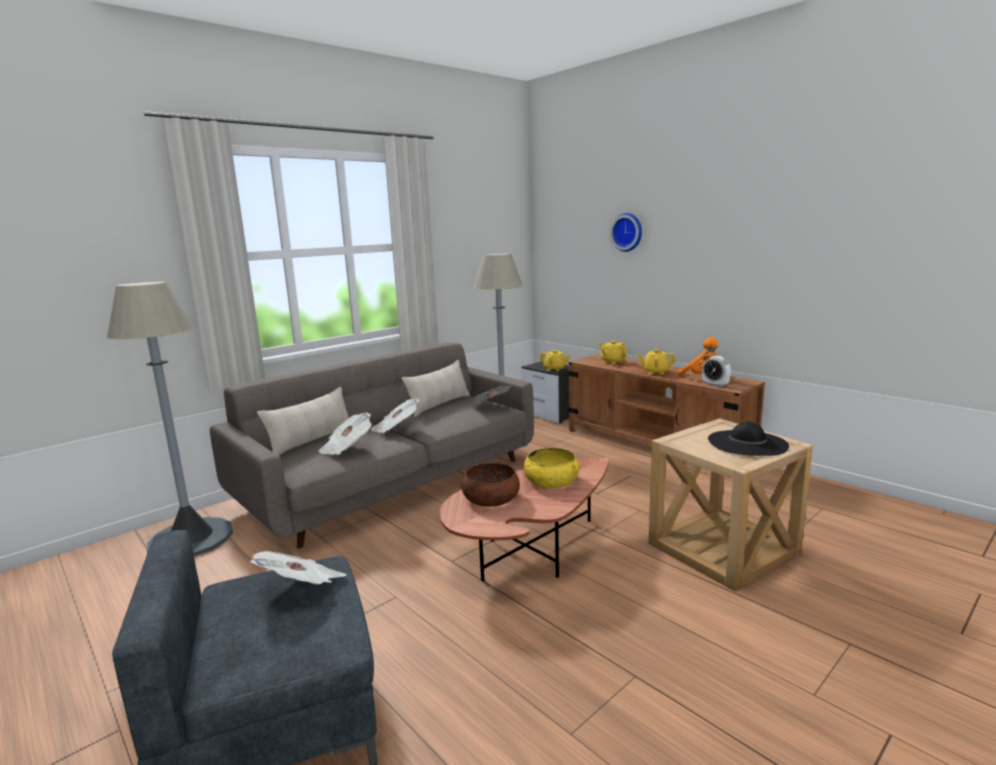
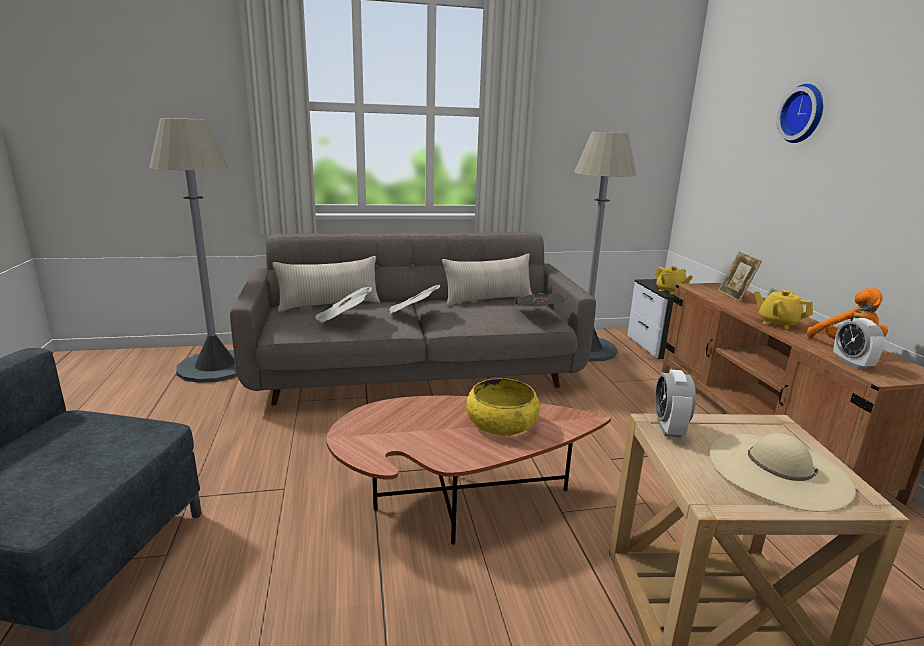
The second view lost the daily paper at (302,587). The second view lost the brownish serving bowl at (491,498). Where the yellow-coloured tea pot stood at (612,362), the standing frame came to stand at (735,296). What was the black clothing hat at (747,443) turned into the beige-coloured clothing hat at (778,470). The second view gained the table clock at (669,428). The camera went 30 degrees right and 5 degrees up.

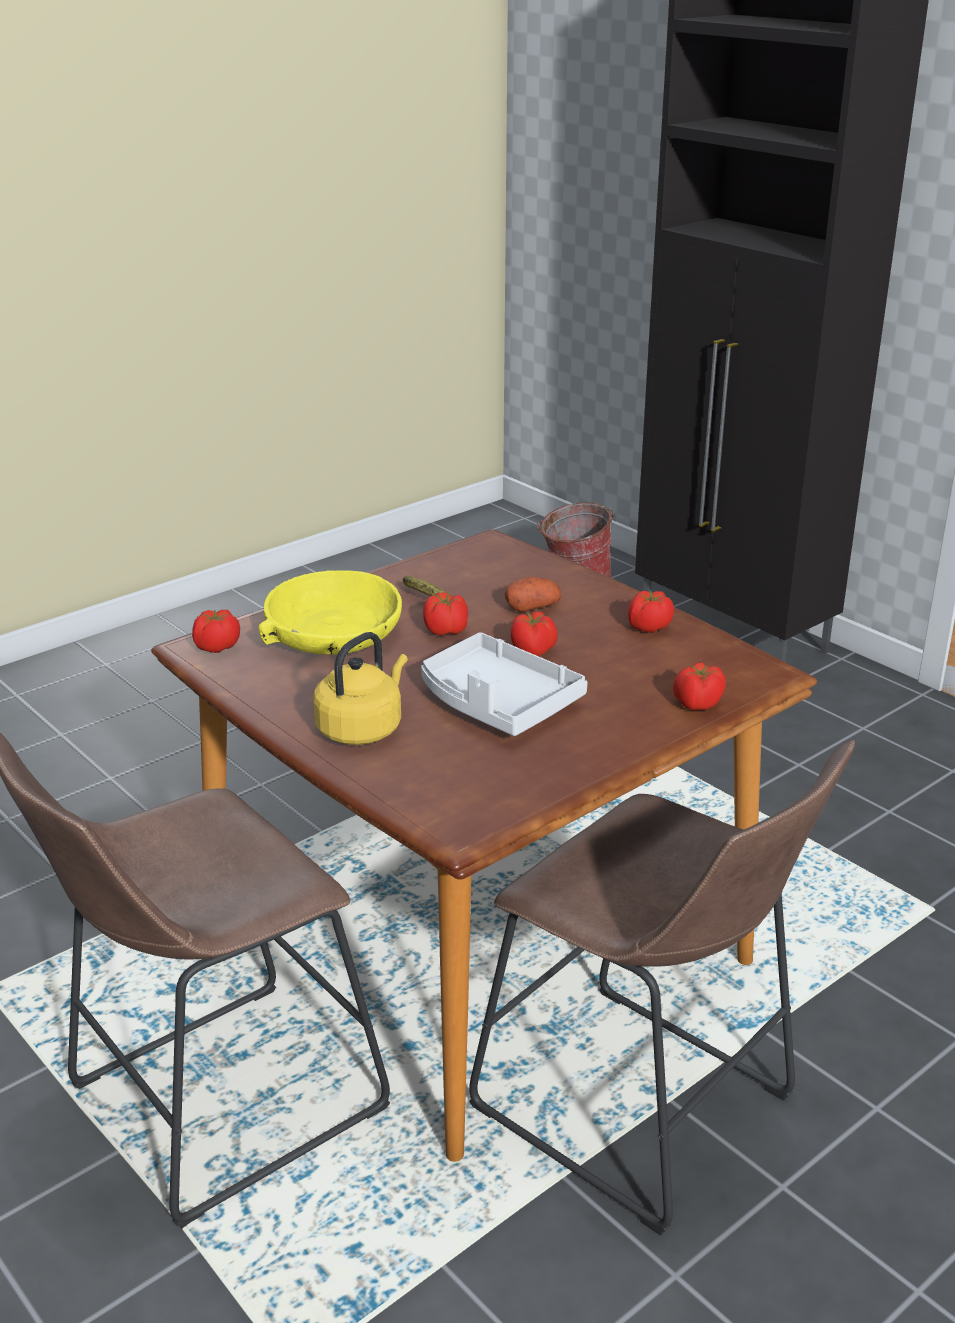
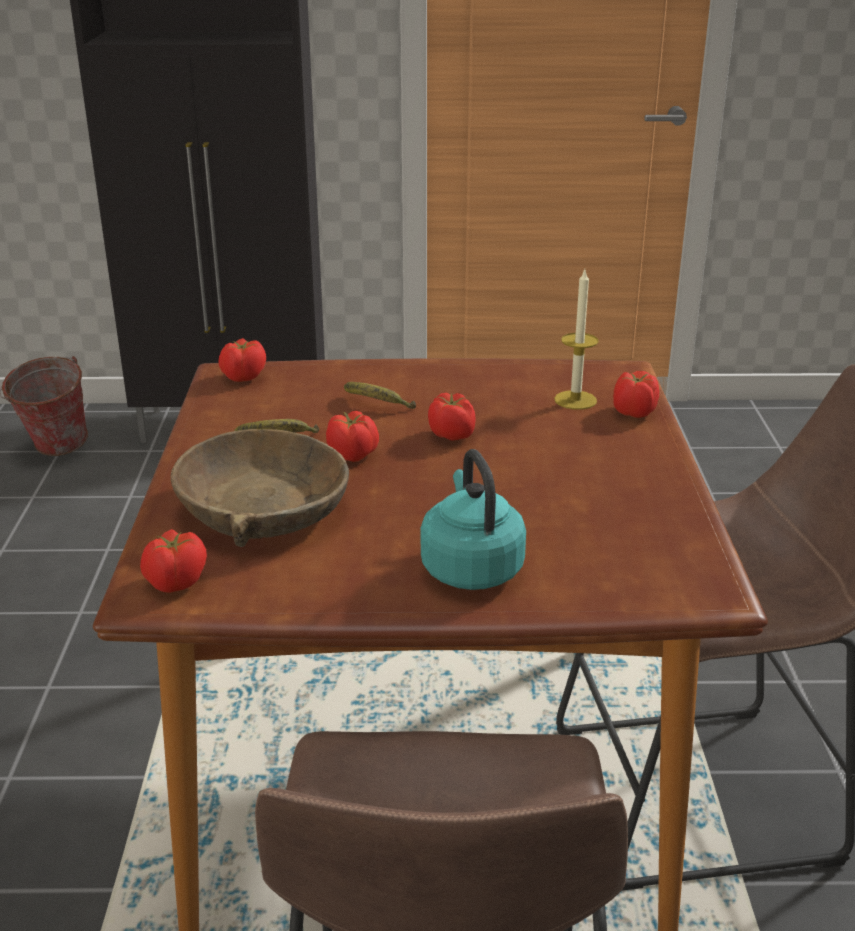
What was the yellow-coloured serving bowl at (333,634) turned into the brownish serving bowl at (263,509). What was the yellow-coloured water kettle at (362,728) turned into the blue-green water kettle at (470,567). The second view lost the gray tray at (497,703). Where the potato stood at (533,607), the banana fruit came to stand at (376,405). The tomato ended up elsewhere, having gone from (649,628) to (243,377). The second view gained the wax candle at (575,400). The camera went 50 degrees left and 0 degrees up.

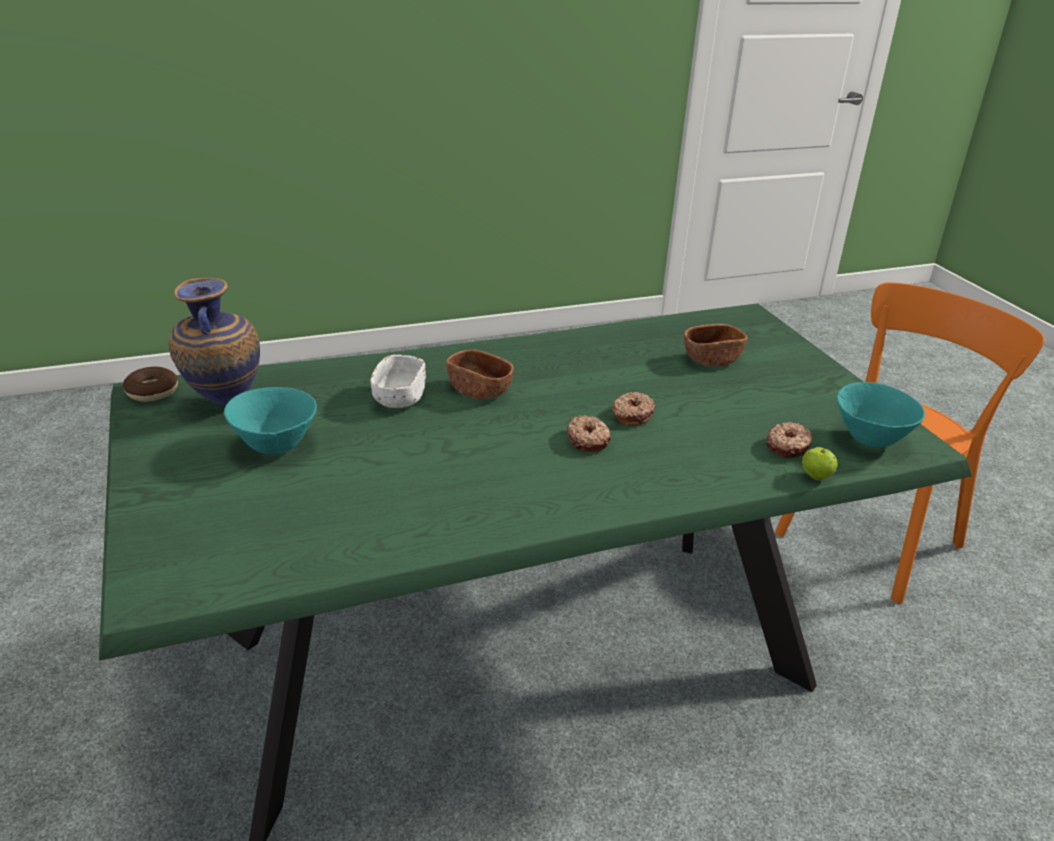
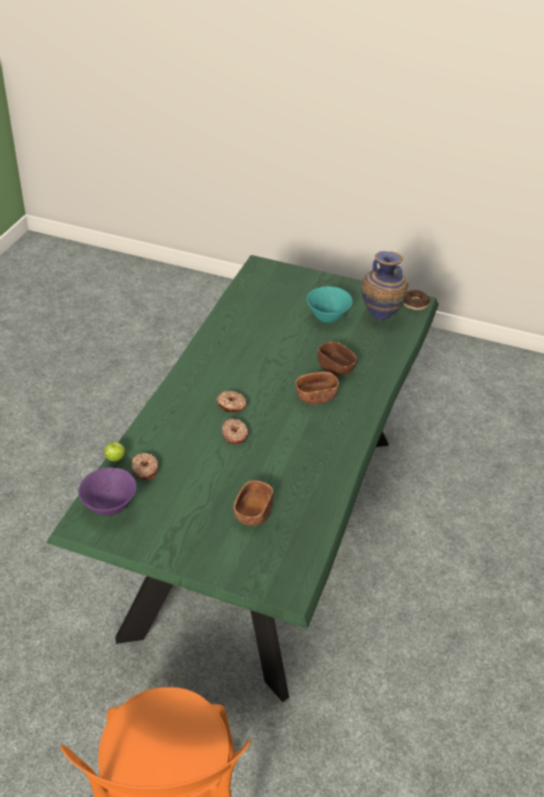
What was the white-coloured serving bowl at (399,398) turned into the brownish serving bowl at (336,368). What was the blue-green serving bowl at (871,440) turned into the purple-coloured serving bowl at (109,508). The camera went 130 degrees right and 10 degrees up.

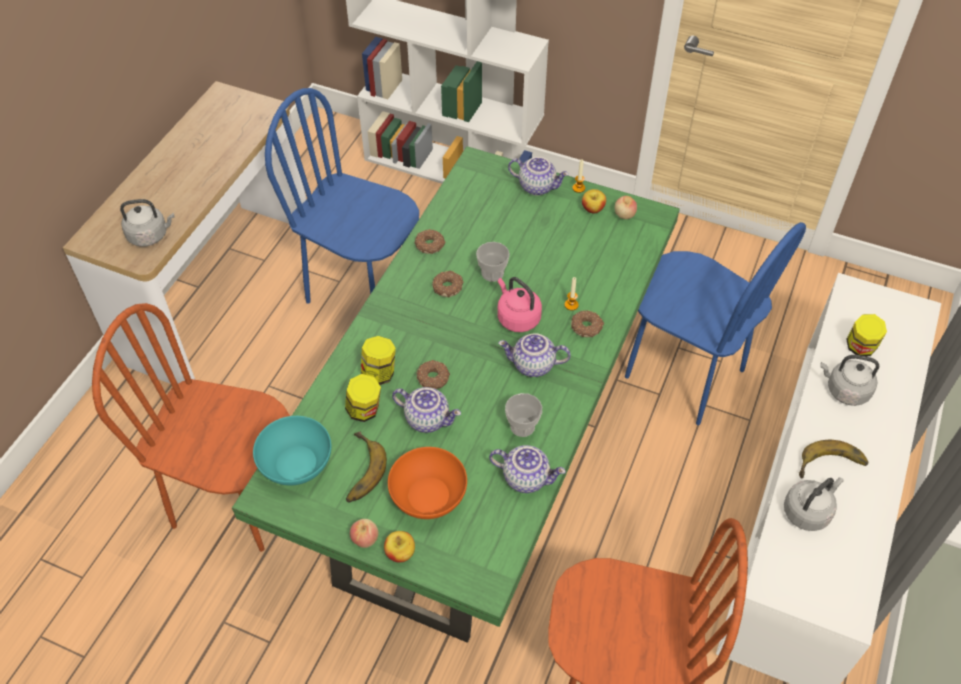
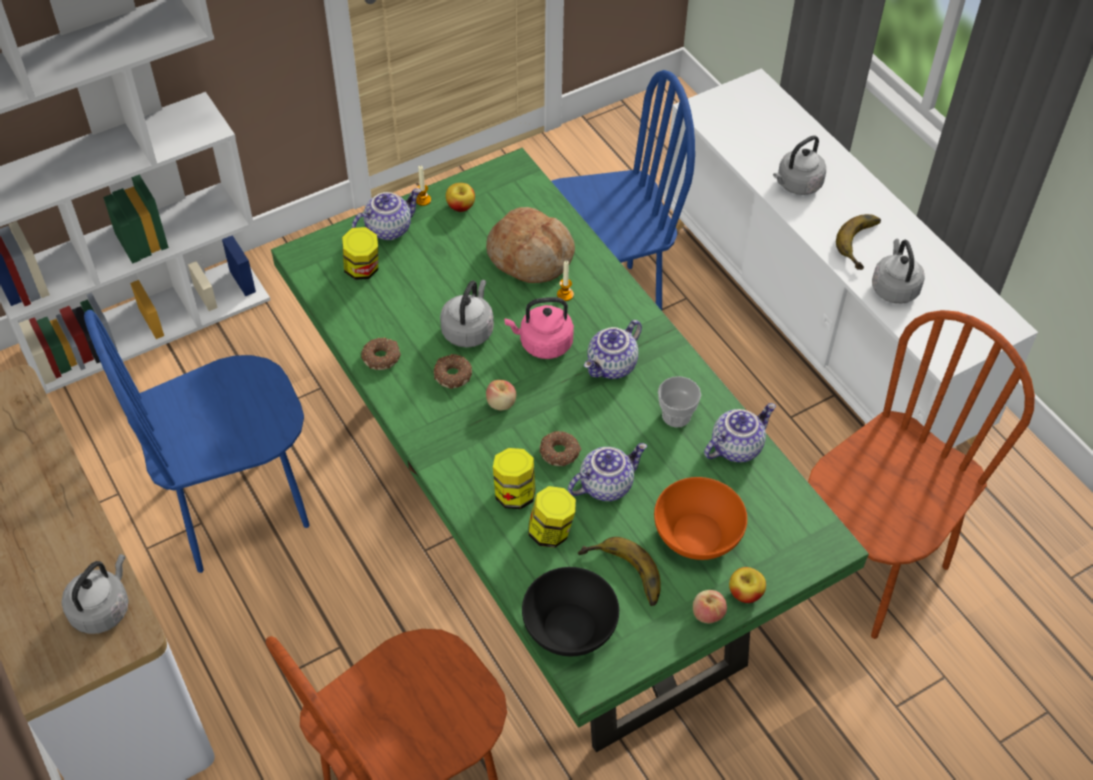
What was the blue-green serving bowl at (296,463) turned into the black serving bowl at (569,627). Where the cup stood at (492,273), the gray water kettle came to stand at (468,330). The second view lost the donut at (587,327). The apple ended up elsewhere, having gone from (624,215) to (501,403). The preserve jar ended up elsewhere, having gone from (860,348) to (362,270). The second view gained the bakery bread at (530,256). The camera went 55 degrees left and 0 degrees up.

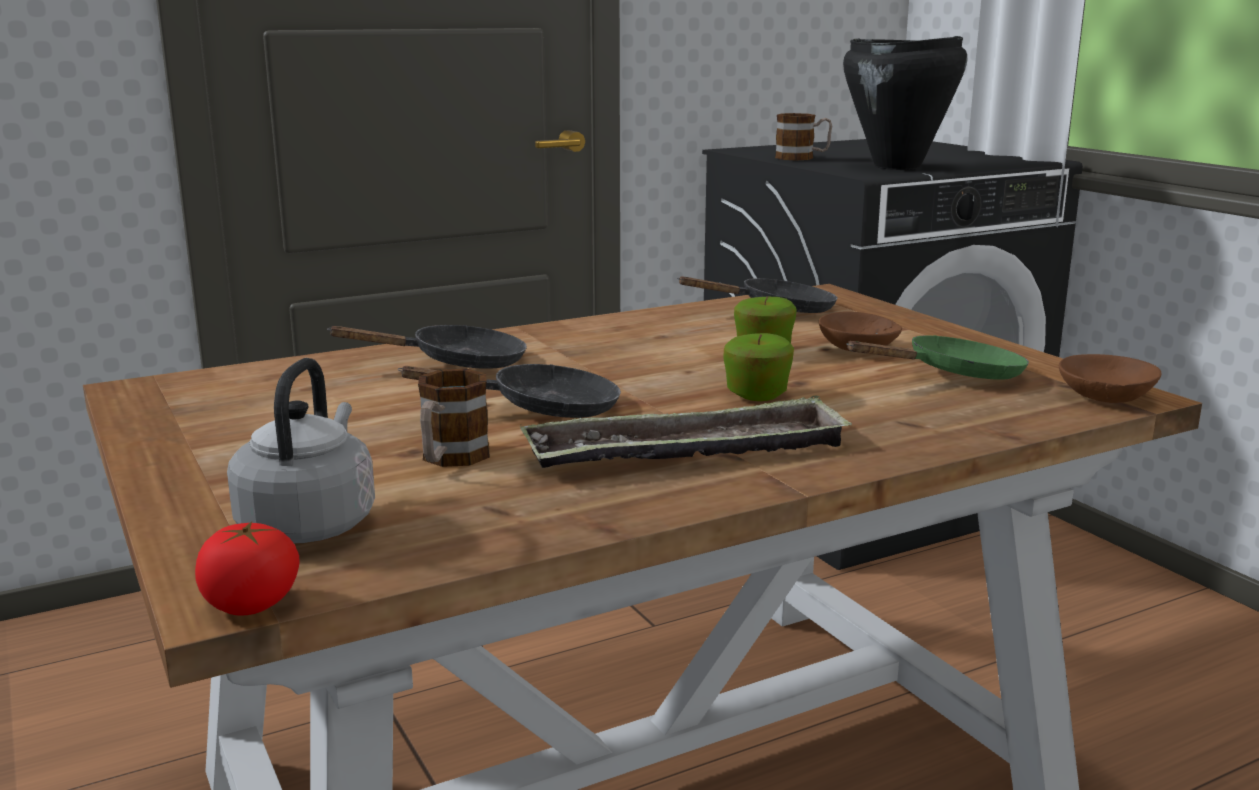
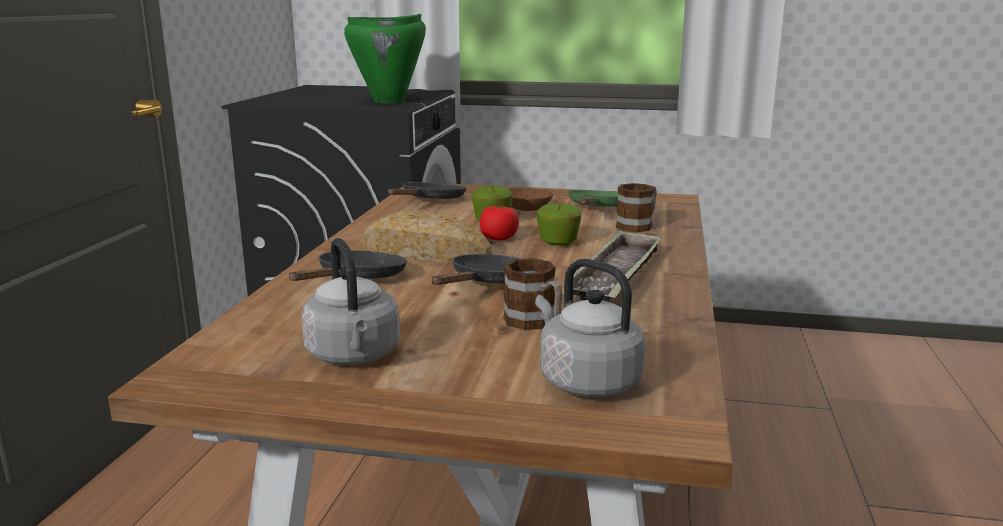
The tomato ended up elsewhere, having gone from (251,604) to (498,238). The coffee mug ended up elsewhere, having gone from (802,158) to (638,225). What was the black stockpot at (897,167) turned into the green-coloured stockpot at (389,101). The second view lost the brownish serving bowl at (1105,395). The second view gained the gray water kettle at (354,356). The second view gained the bakery bread at (425,253). The camera went 50 degrees left and 0 degrees up.

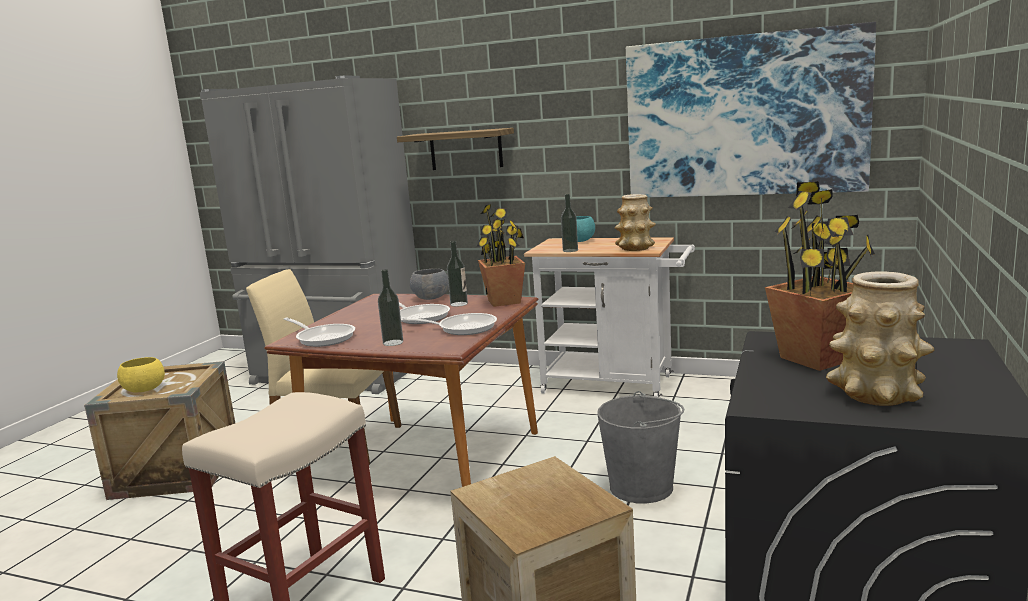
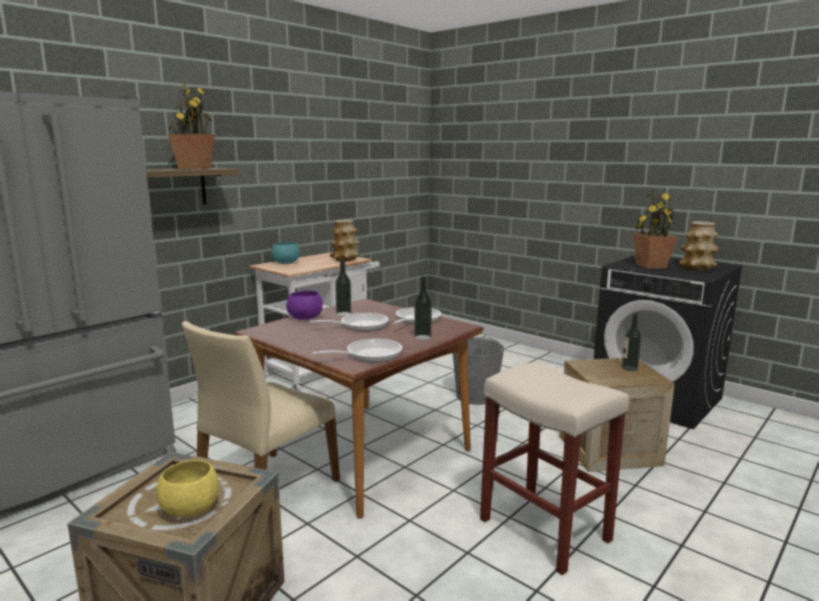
What was the gray serving bowl at (431,298) turned into the purple-coloured serving bowl at (305,318). The potted plant ended up elsewhere, having gone from (504,301) to (194,168). The bottle ended up elsewhere, having gone from (570,250) to (629,368). The second view lost the wall art at (744,116). The camera went 70 degrees left and 0 degrees up.

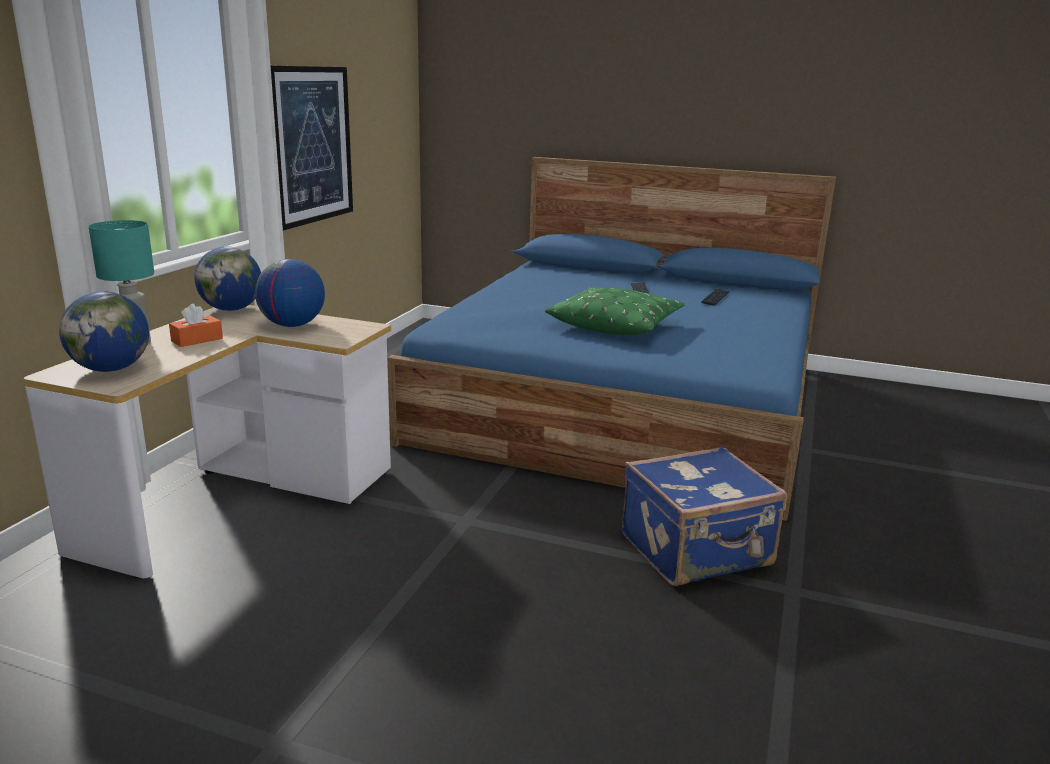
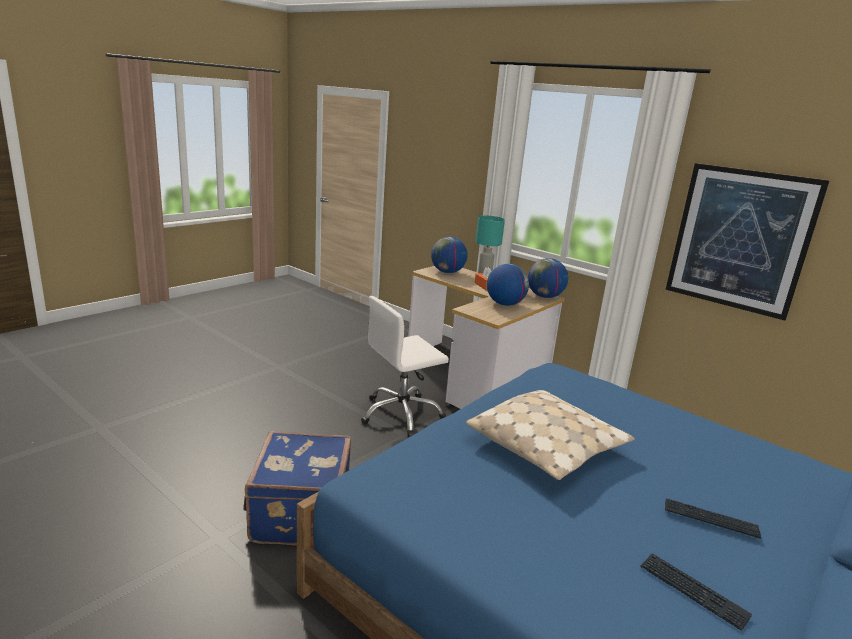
What was the green-coloured pillow at (615,325) turned into the beige-coloured pillow at (547,447). The second view gained the white-coloured desk chair at (401,414). The camera went 110 degrees right and 0 degrees up.

